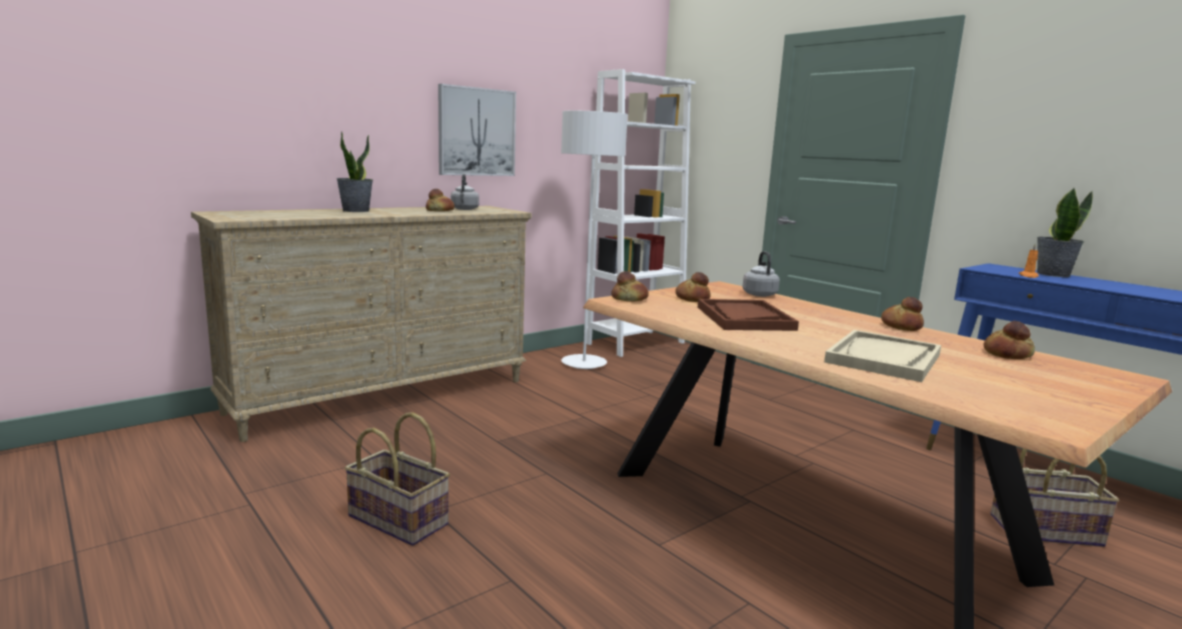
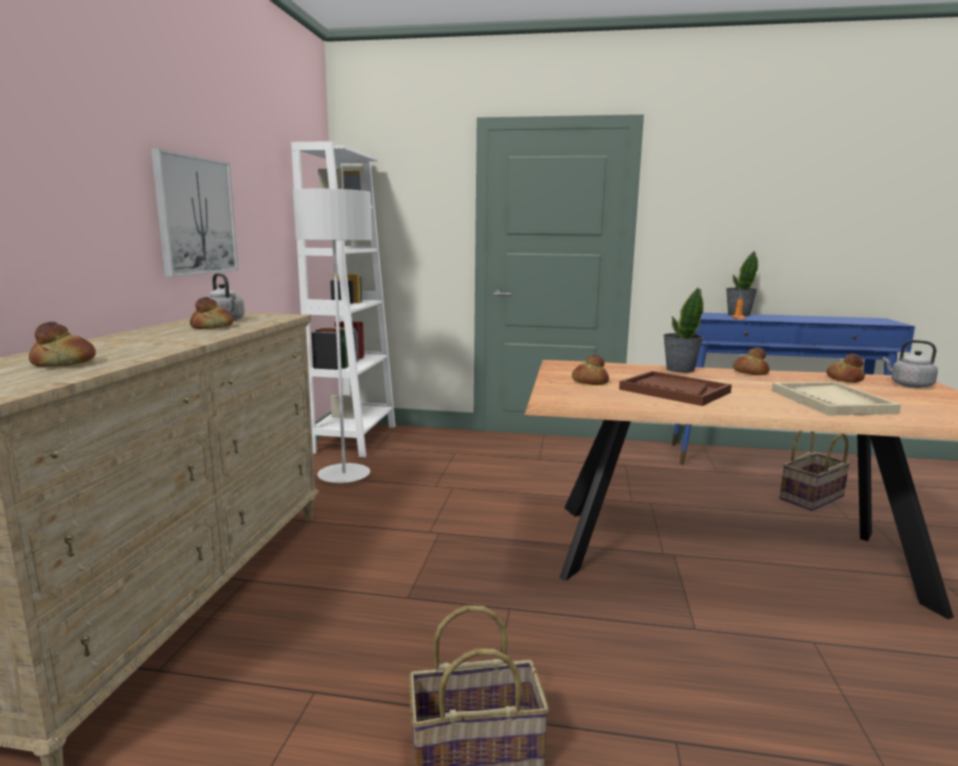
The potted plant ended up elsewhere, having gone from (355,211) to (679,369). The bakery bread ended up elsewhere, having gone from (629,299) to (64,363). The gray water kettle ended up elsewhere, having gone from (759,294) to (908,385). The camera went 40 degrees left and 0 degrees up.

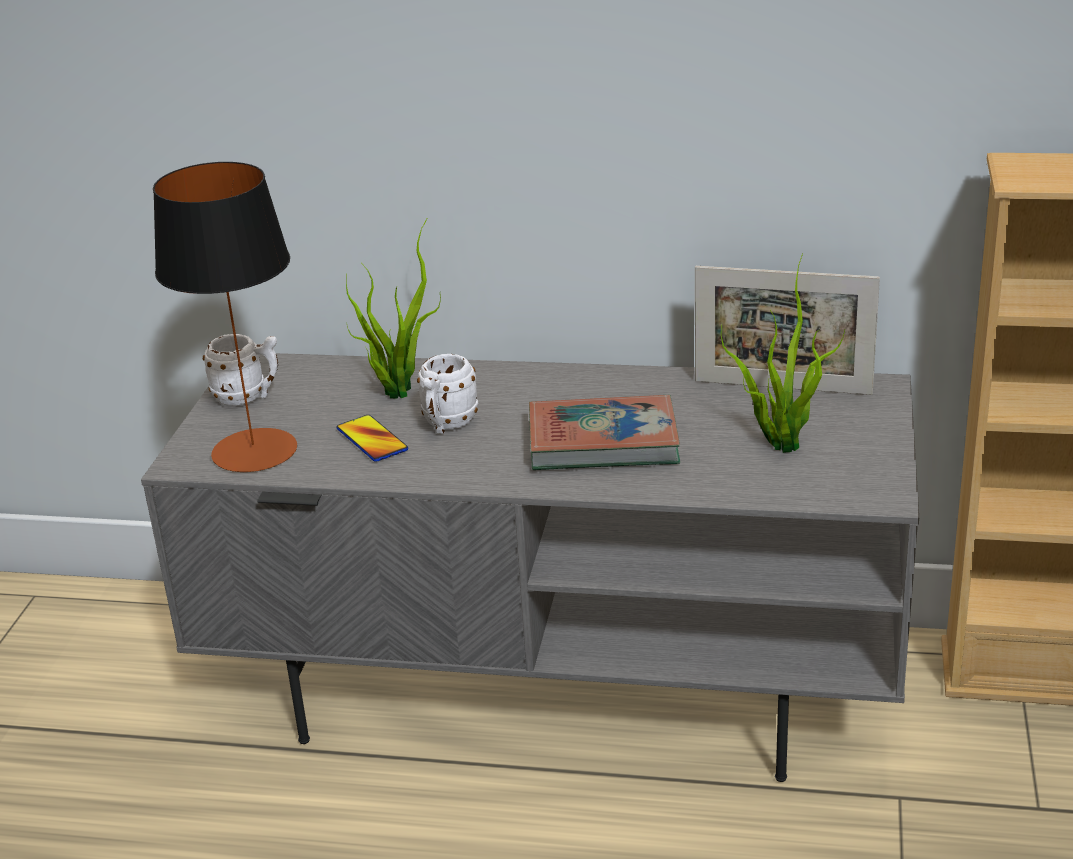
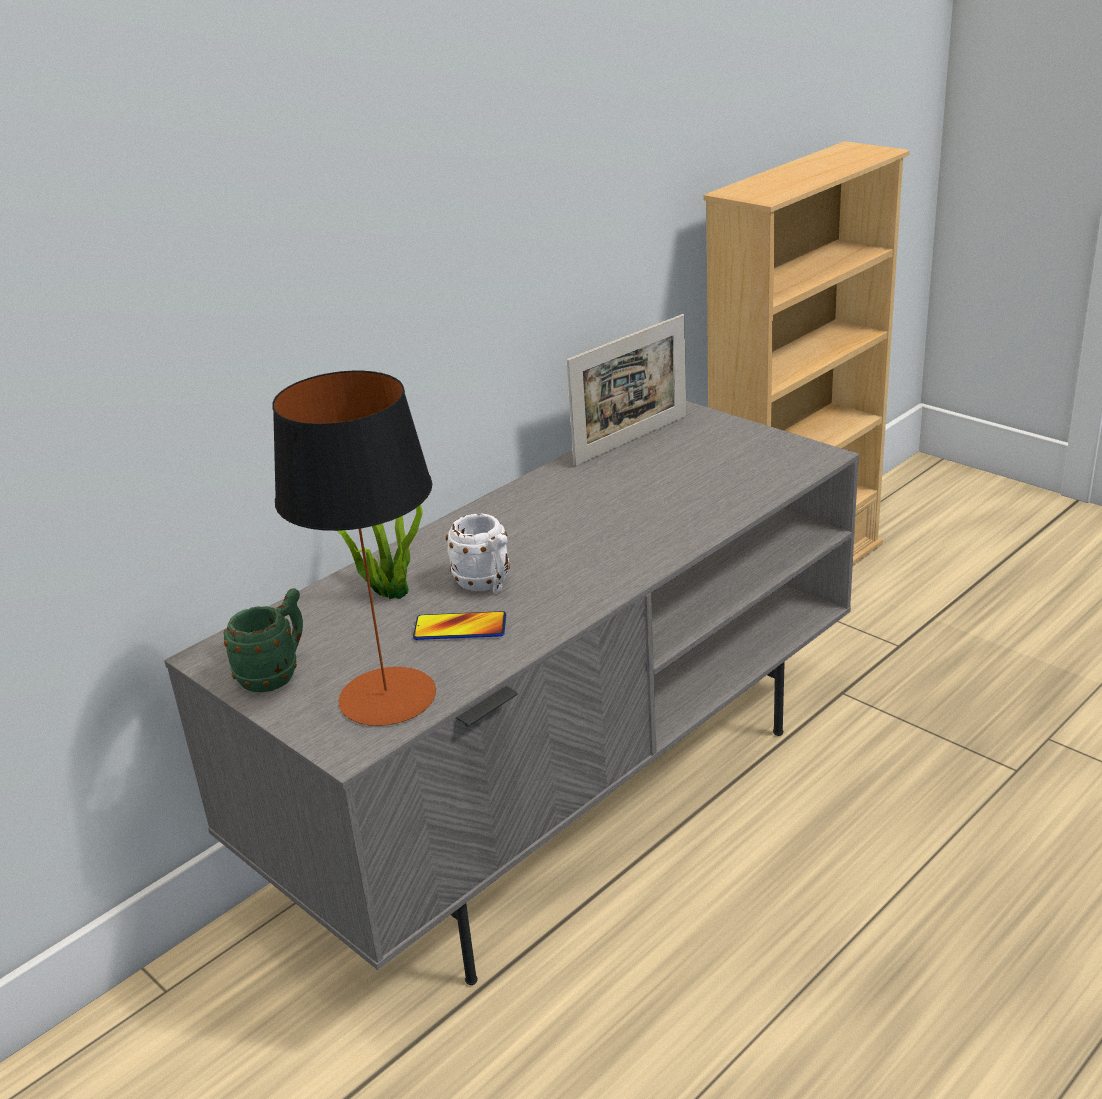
What was the white-coloured coffee mug at (248,397) turned into the green-coloured coffee mug at (276,674). The second view lost the bound book at (603,442). The second view lost the potted plant at (780,442). The camera went 55 degrees left and 0 degrees up.

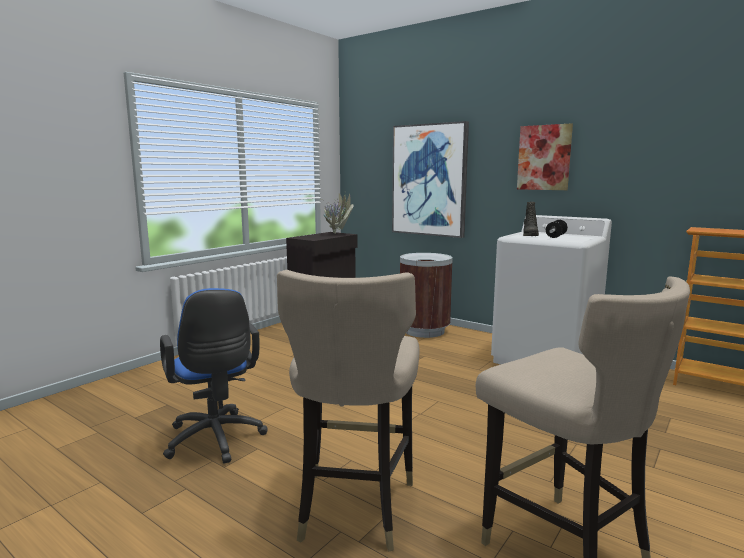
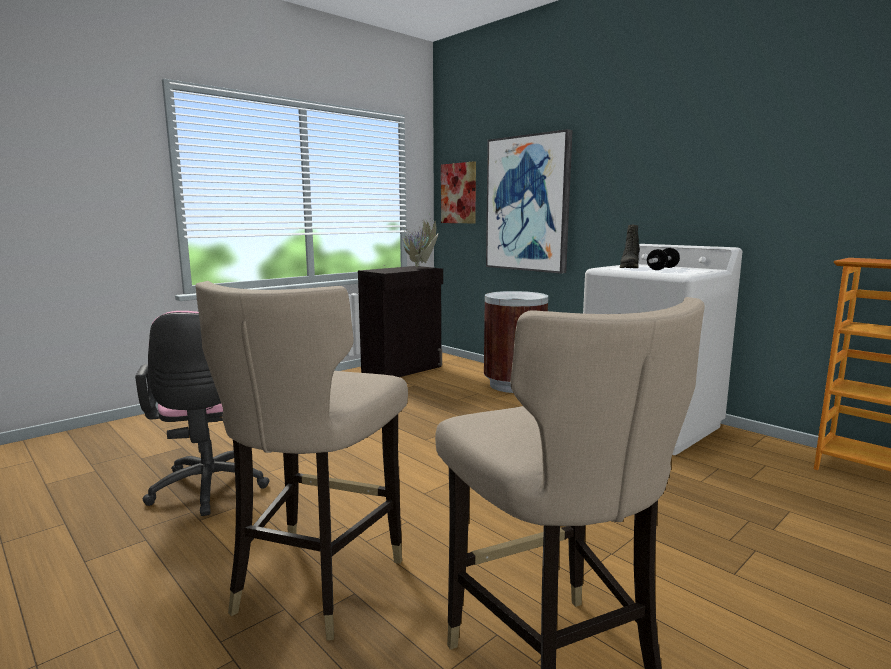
What was the blue-coloured desk chair at (216,441) turned into the pink-coloured desk chair at (208,490). The wall art ended up elsewhere, having gone from (544,157) to (458,193). The camera went 10 degrees right and 0 degrees up.

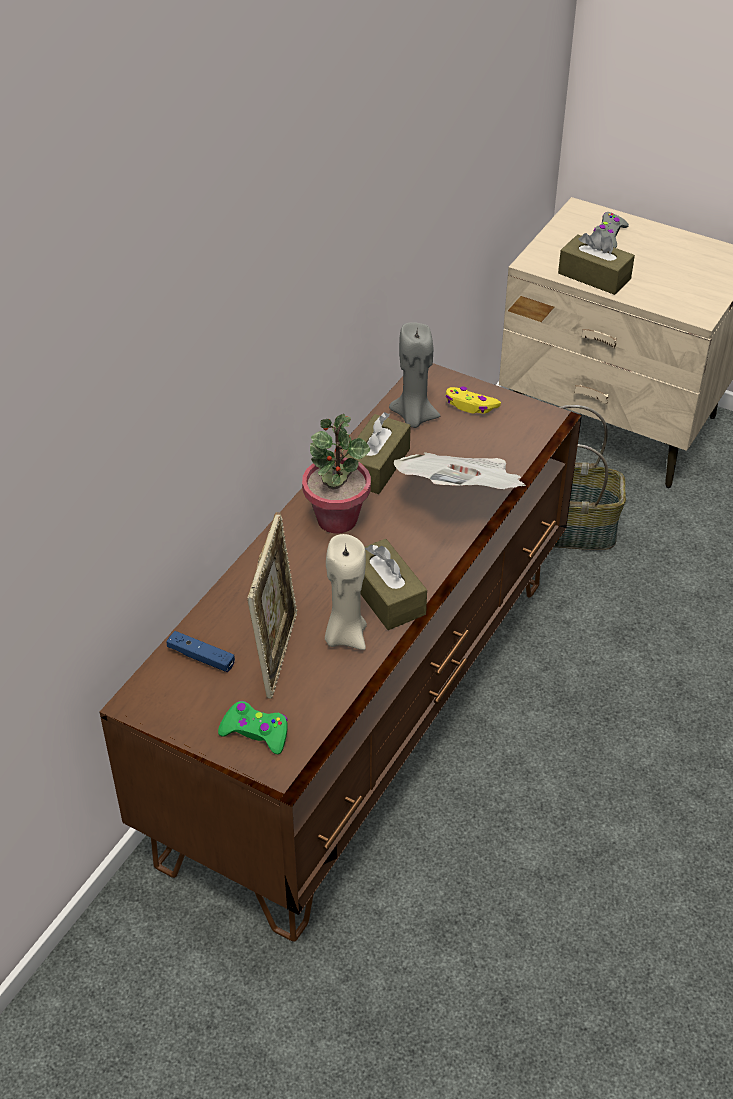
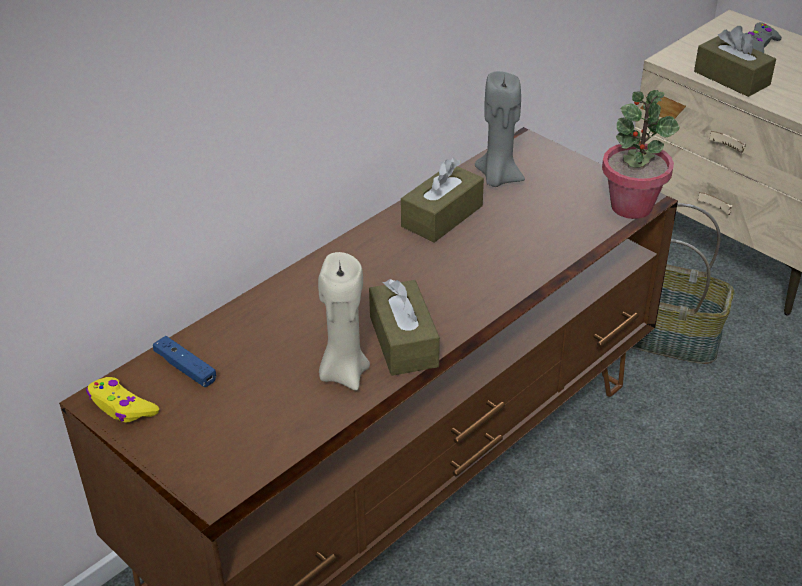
The second view lost the green-coloured gamepad at (256,732). The second view lost the standing frame at (277,653). The potted plant ended up elsewhere, having gone from (337,519) to (631,206). The second view lost the daily paper at (461,496). The yellow-coloured gamepad ended up elsewhere, having gone from (470,405) to (122,407). The camera went 15 degrees right and 5 degrees down.

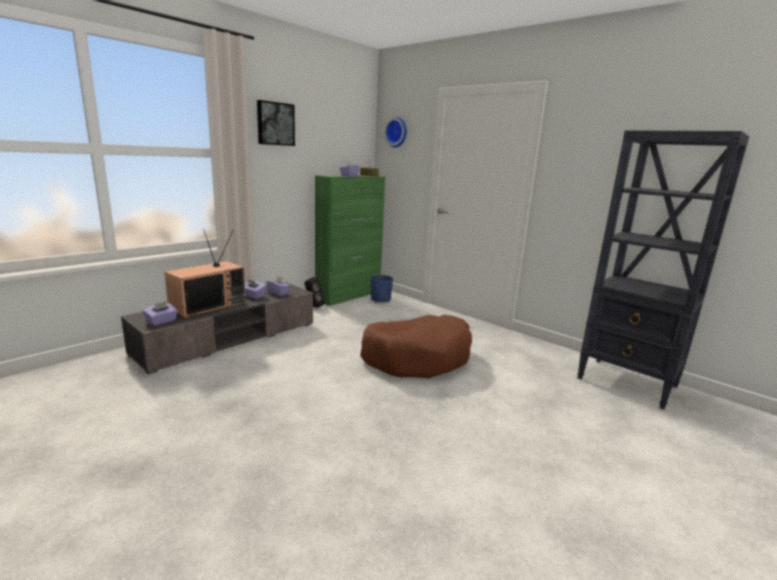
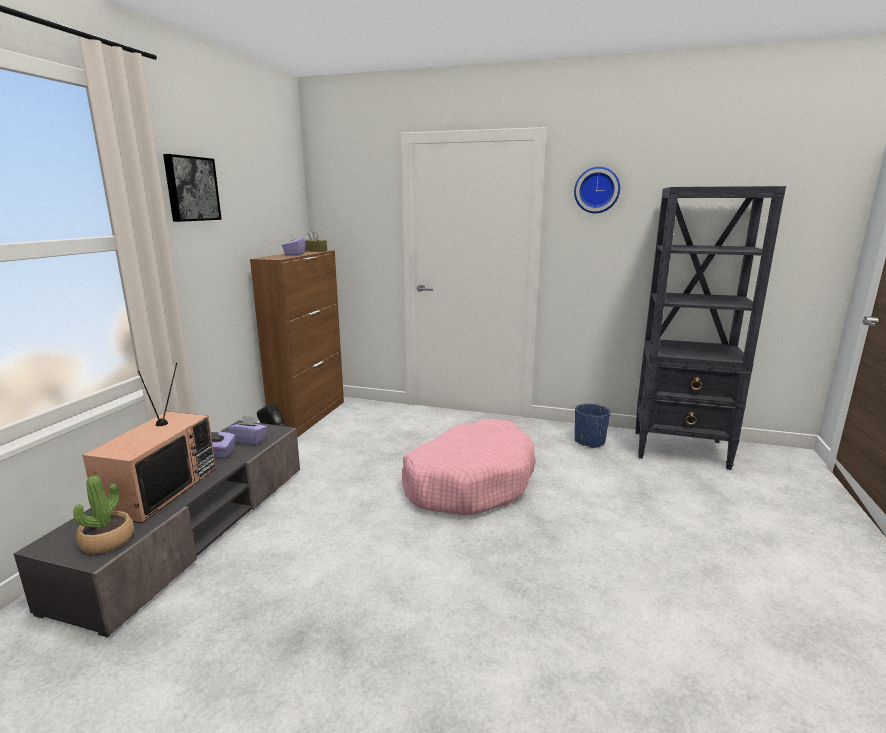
Where the purple-coloured box of tissues stood at (162,321), the potted plant came to stand at (107,541). What was the green-coloured storage cabinet at (349,295) turned into the brownish storage cabinet at (309,416). What was the brownish pet bed at (417,357) turned into the pink-coloured pet bed at (469,481). The blue-coloured planter ended up elsewhere, having gone from (380,299) to (589,442). The wall clock ended up elsewhere, having gone from (397,132) to (597,190). The camera went 25 degrees left and 0 degrees up.

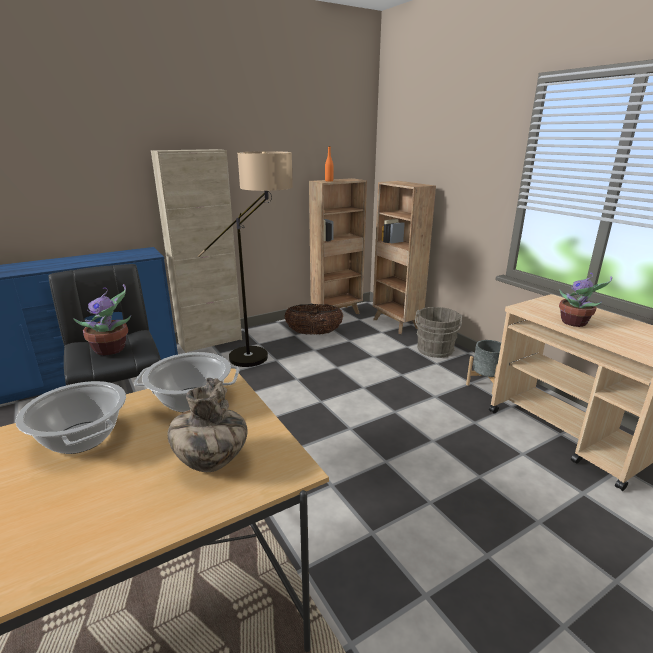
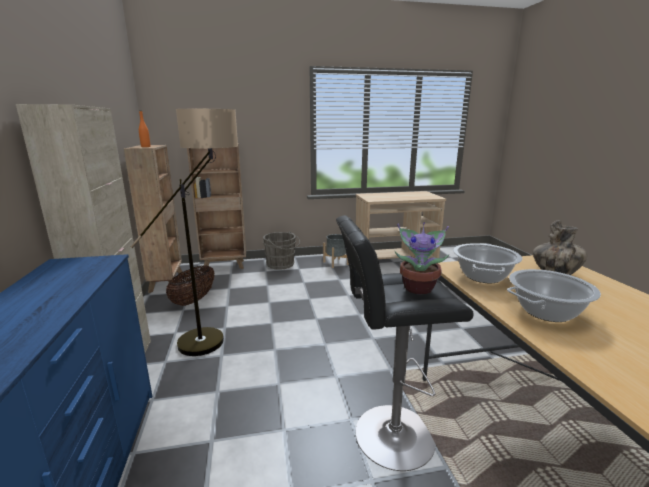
The second view lost the potted plant at (575,323). The camera went 70 degrees left and 5 degrees down.

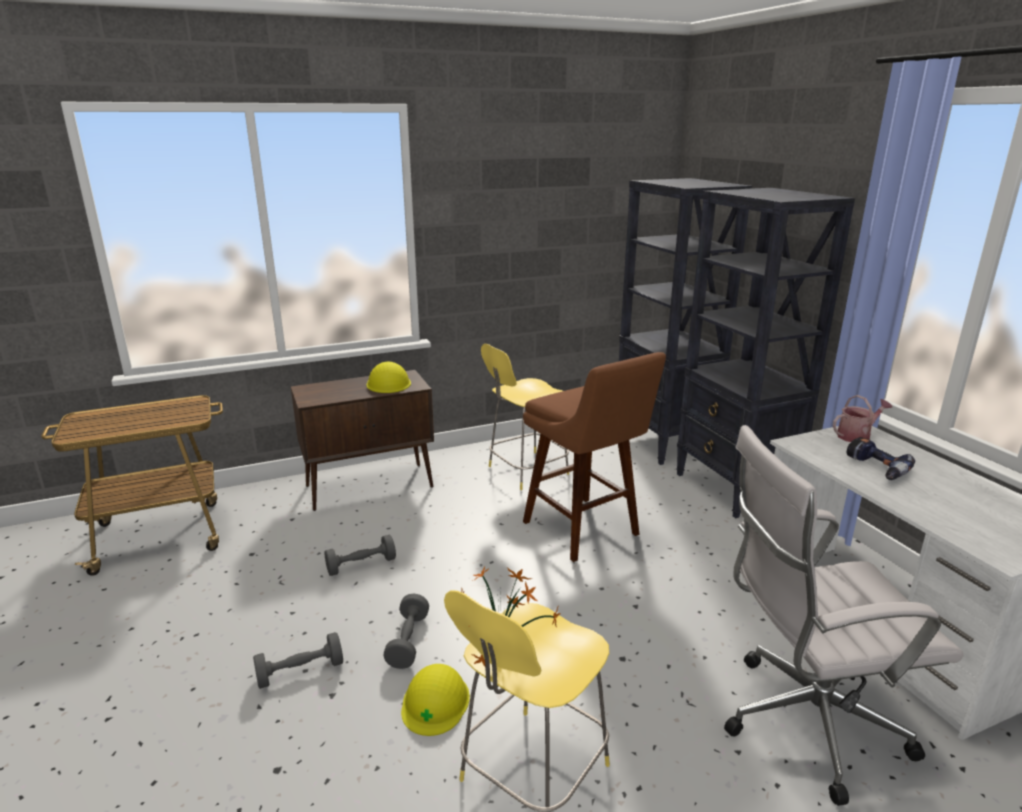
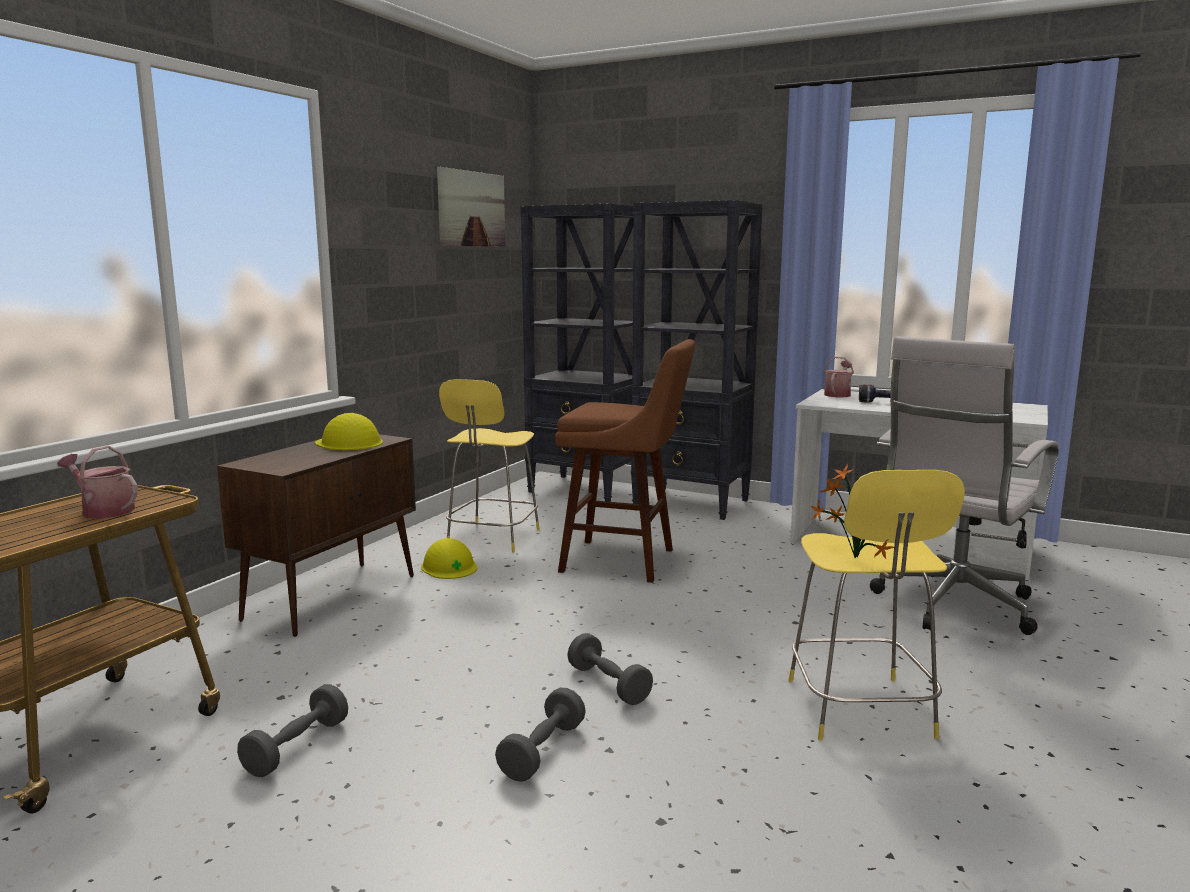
The gray free weight ended up elsewhere, having gone from (361,565) to (297,747). The yellow-coloured hard hat ended up elsewhere, having gone from (435,702) to (449,566). The second view gained the watering can at (104,510). The second view gained the wall art at (471,209). The camera went 40 degrees left and 10 degrees down.

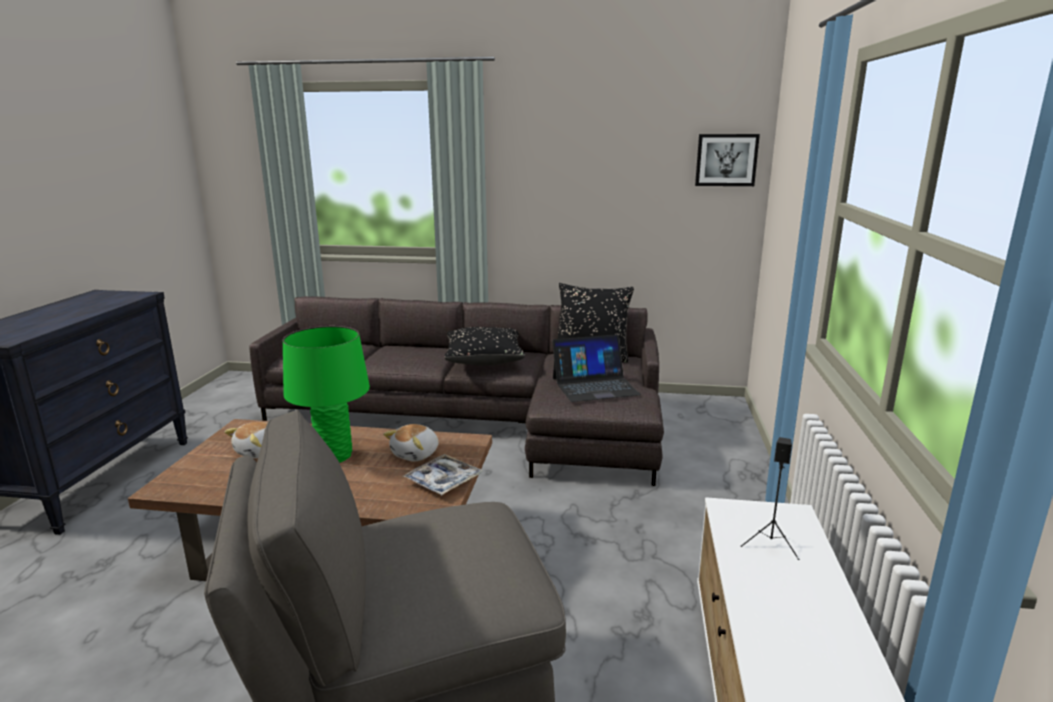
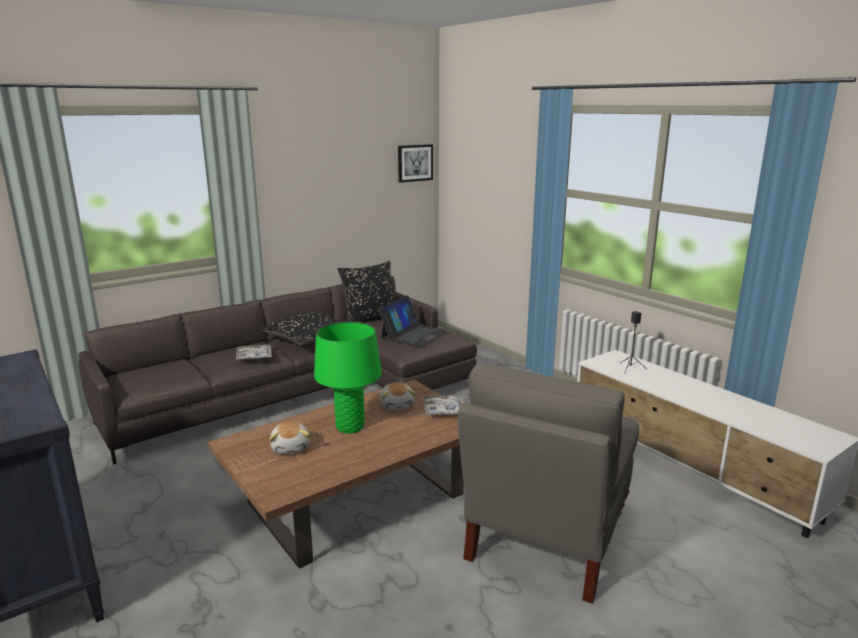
The second view gained the tray at (254,356). The camera went 45 degrees left and 0 degrees up.

